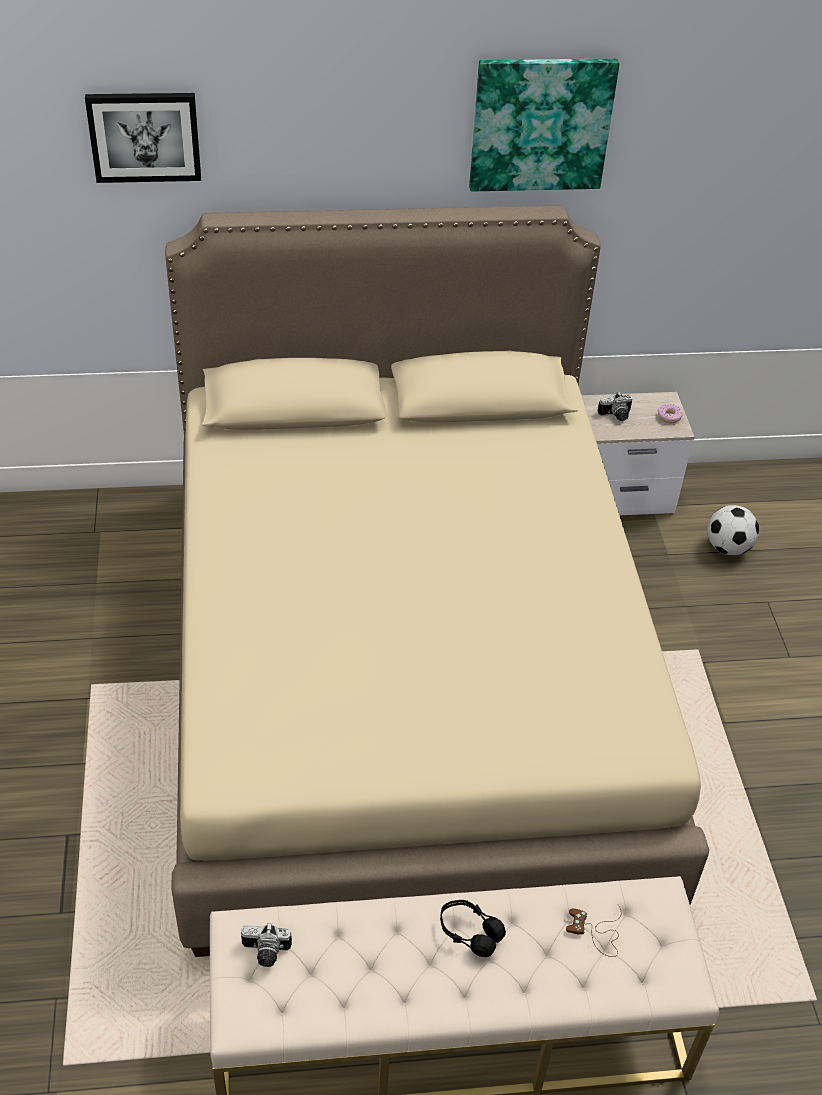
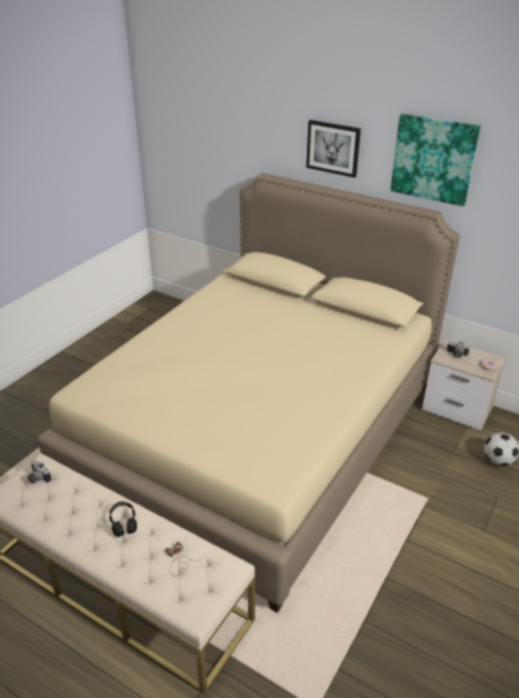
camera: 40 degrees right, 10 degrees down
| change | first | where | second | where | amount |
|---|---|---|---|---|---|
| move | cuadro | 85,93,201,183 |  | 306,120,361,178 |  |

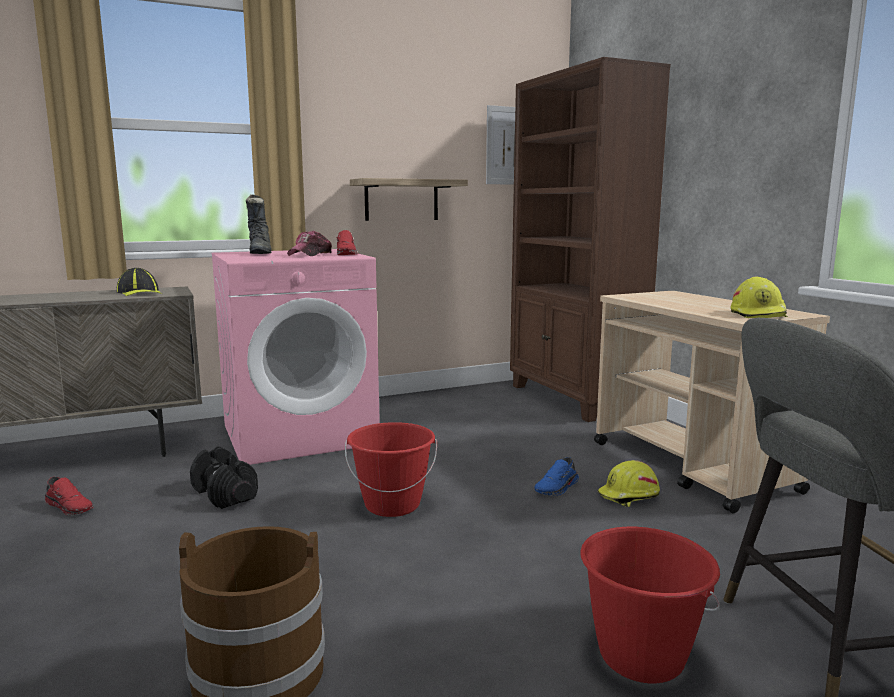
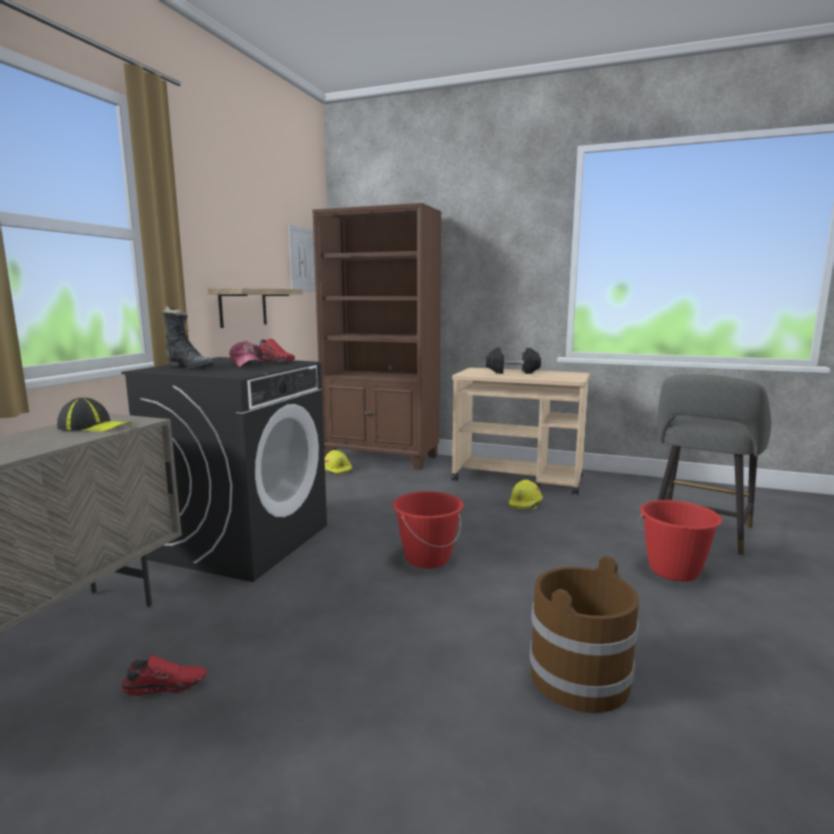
camera: 45 degrees left, 0 degrees up
| change | first | where | second | where | amount |
|---|---|---|---|---|---|
| recolor | lavadora [rosa] | 211,249,380,465 | lavadora [negro] | 121,357,327,582 |  |
| move | casco [amarillo] | 730,277,788,318 |  | 325,450,353,475 |  |
| move | mancuerna [negro] | 190,446,258,509 |  | 486,348,541,374 |  |
| delete | zapato [azul] | 534,457,579,496 |  |  |  |

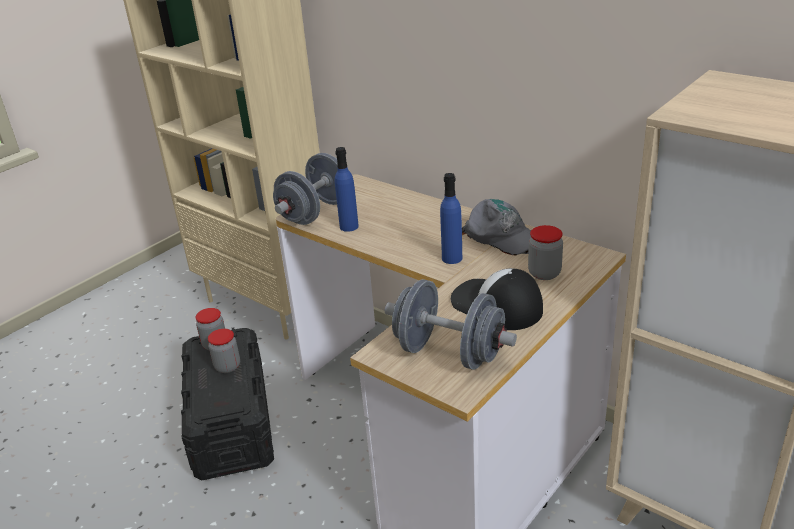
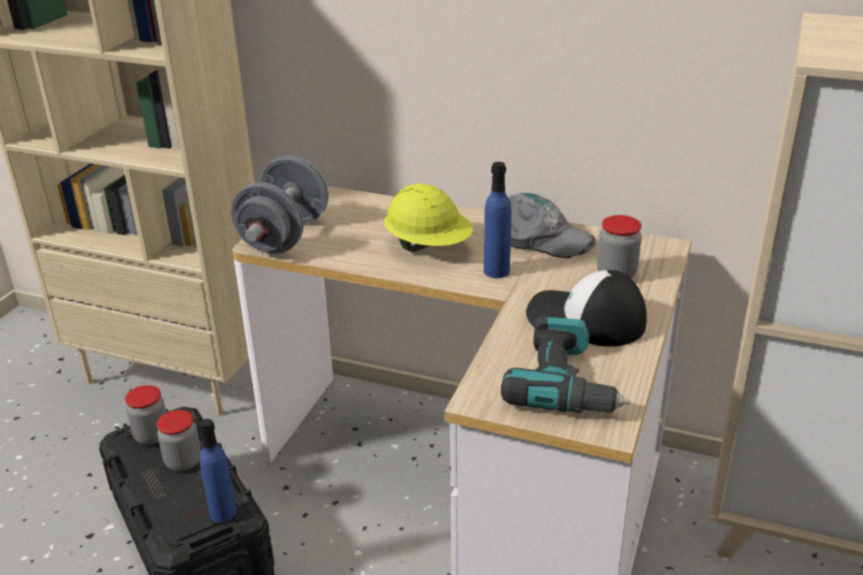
camera: 20 degrees left, 0 degrees up
| change | first | where | second | where | amount |
|---|---|---|---|---|---|
| move | botella [azul] | 335,147,359,232 |  | 199,419,236,523 |  |
| replace | mancuerna [gris] | 385,279,517,370 | taladro | 501,316,631,413 |  |
| insert |  |  | casco [amarillo] | 384,183,473,252 |  |

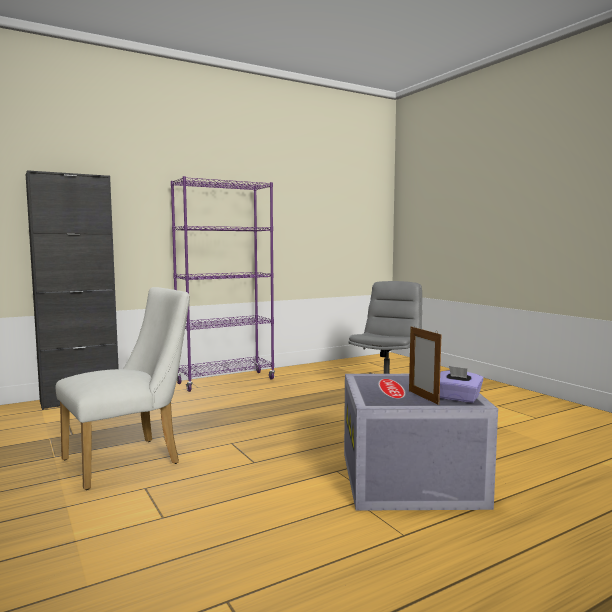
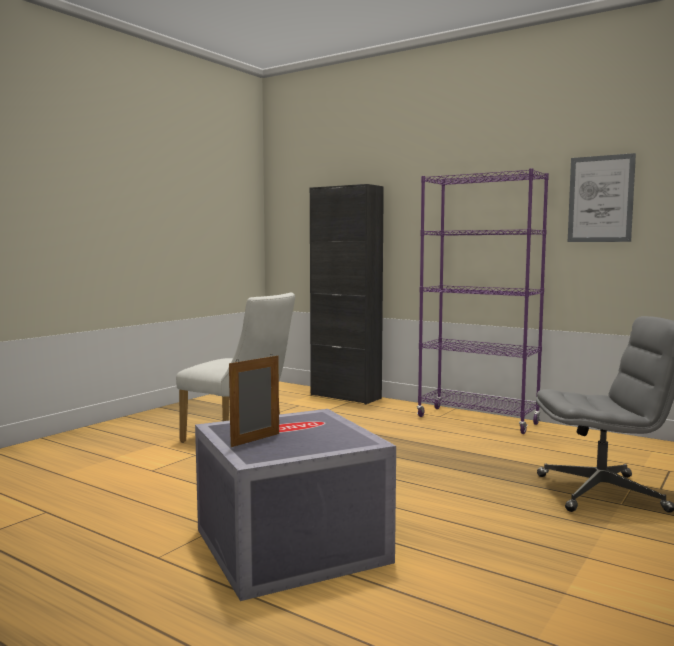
camera: 65 degrees right, 0 degrees up
| change | first | where | second | where | amount |
|---|---|---|---|---|---|
| delete | caja de pañuelos [morado] | 440,366,484,403 |  |  |  |
| insert |  |  | cuadro | 568,153,636,242 |  |

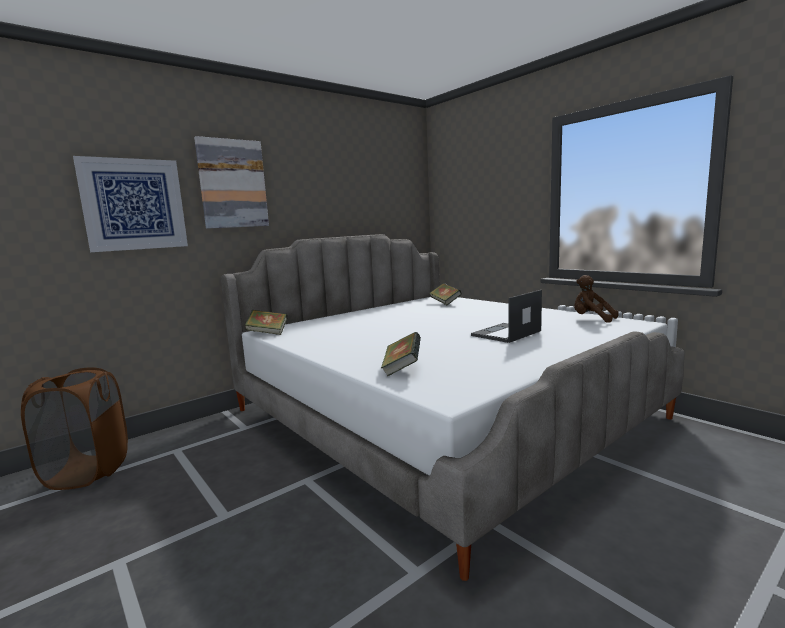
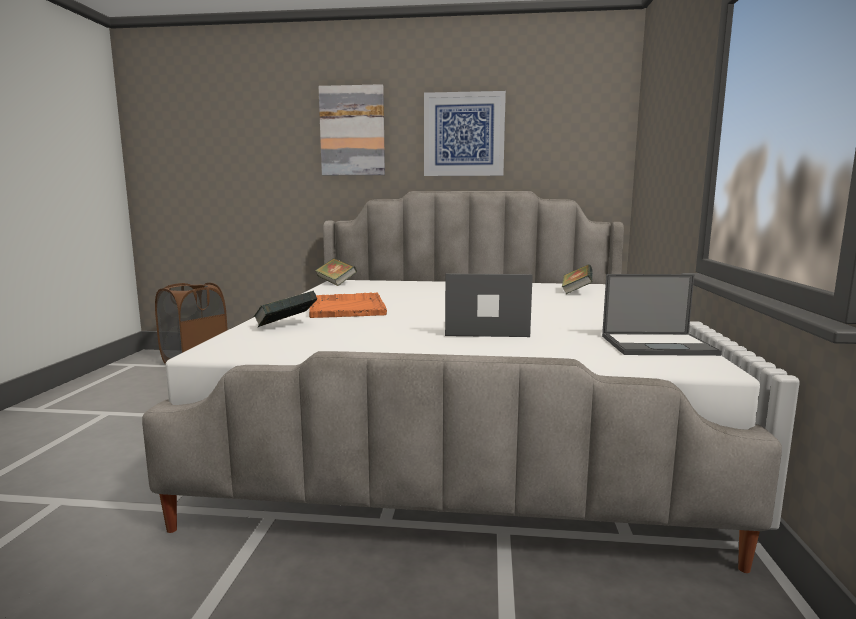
camera: 45 degrees right, 0 degrees up
| change | first | where | second | where | amount |
|---|---|---|---|---|---|
| move | cuadro | 73,156,188,252 |  | 424,91,506,176 |  |
| replace | peluche [marrón] | 574,275,619,323 | portátil | 602,274,722,356 |  |
| insert |  |  | bandeja [naranja] | 309,293,387,318 |  |

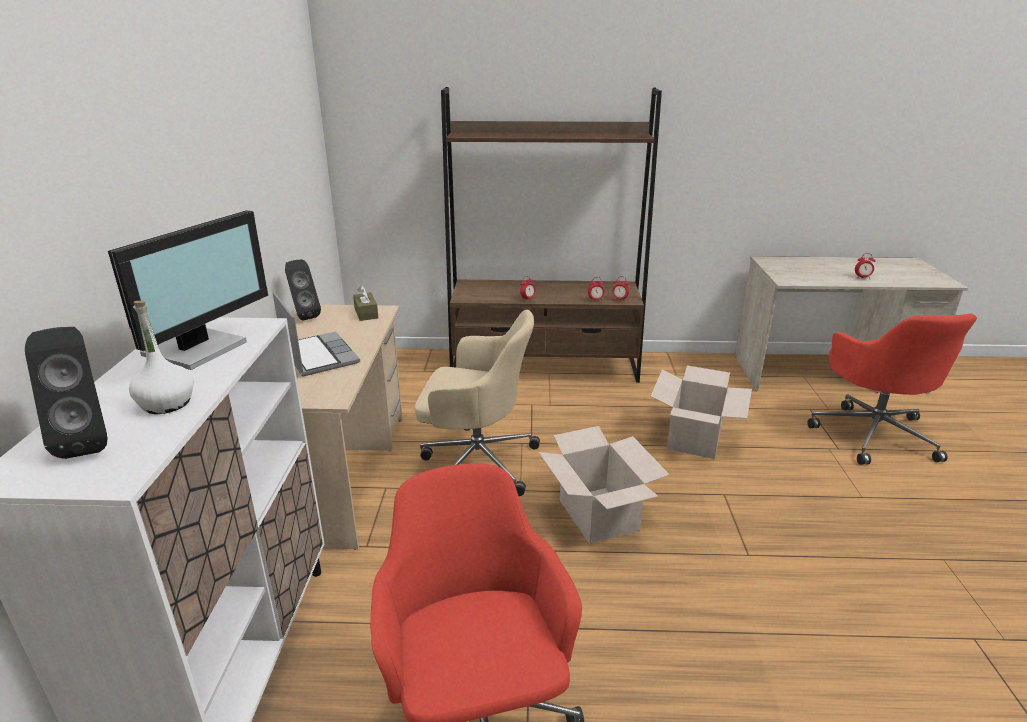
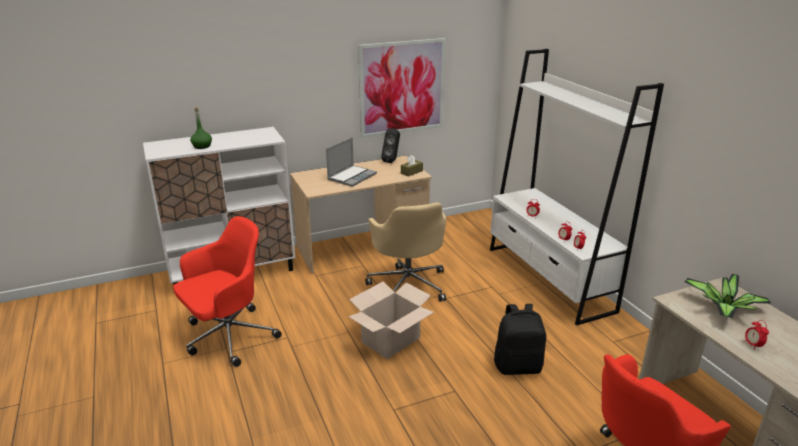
camera: 65 degrees right, 0 degrees up
| change | first | where | second | where | amount |
|---|---|---|---|---|---|
| recolor | estantería [marrón] | 441,87,662,383 | estantería [blanco] | 490,49,664,326 |  |
| delete | monitor | 108,210,268,370 |  |  |  |
| recolor | botella [blanco] | 129,301,194,414 | botella [verde] | 190,107,212,149 |  |
| delete | altavoz [negro] | 25,327,108,459 |  |  |  |
| replace | caja de cartón | 651,365,752,459 | mochila [negro] | 494,304,546,375 |  |
| insert |  |  | cuadro | 358,38,446,138 |  |
| insert |  |  | planta en maceta | 685,274,771,318 |  |

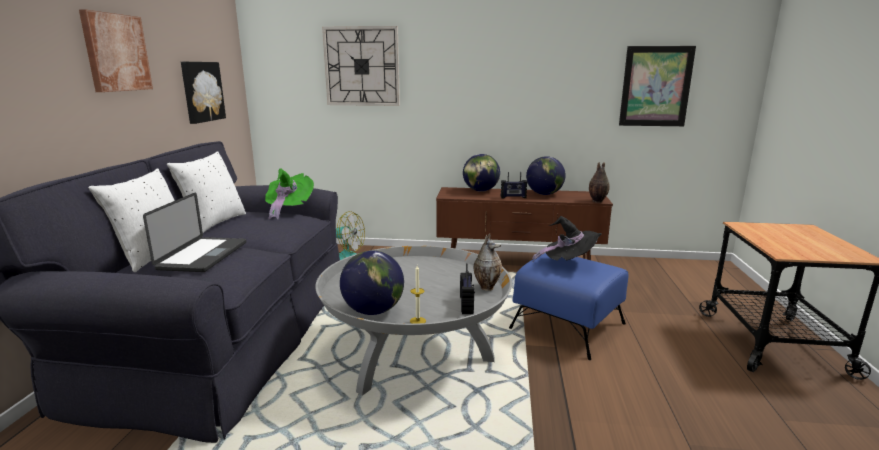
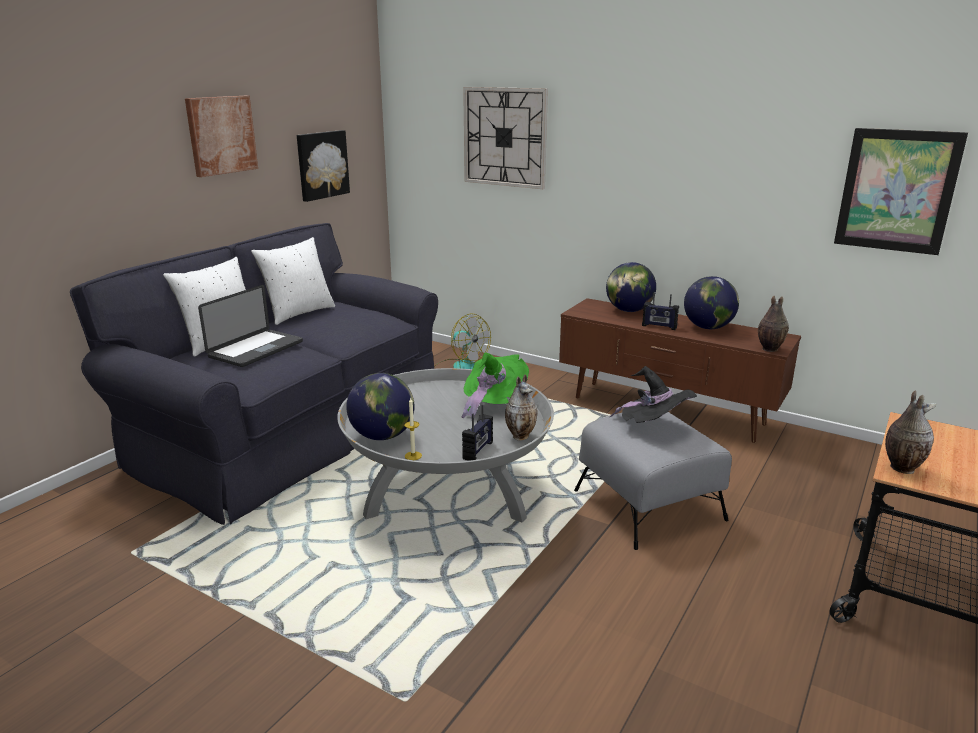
camera: 25 degrees right, 5 degrees up
| change | first | where | second | where | amount |
|---|---|---|---|---|---|
| move | sombrero [verde] | 265,168,314,220 |  | 462,352,529,420 |  |
| recolor | puf [azul] | 509,253,628,360 | puf [gris] | 574,412,732,550 |  |
| insert |  |  | florero | 885,391,936,474 |  |

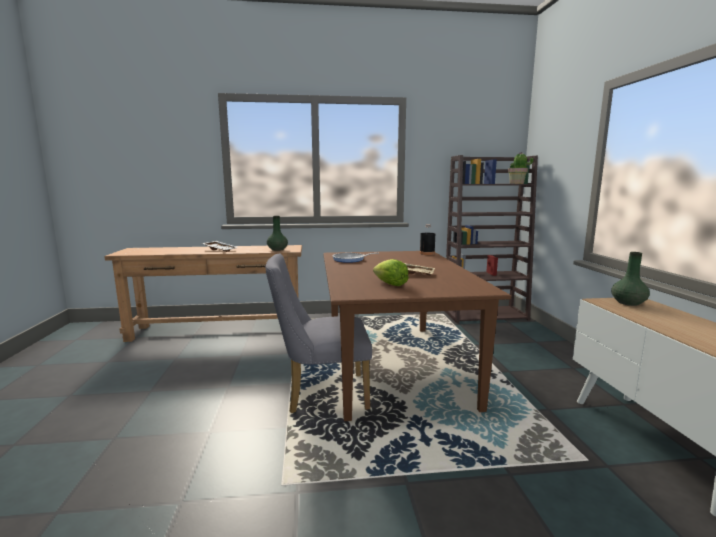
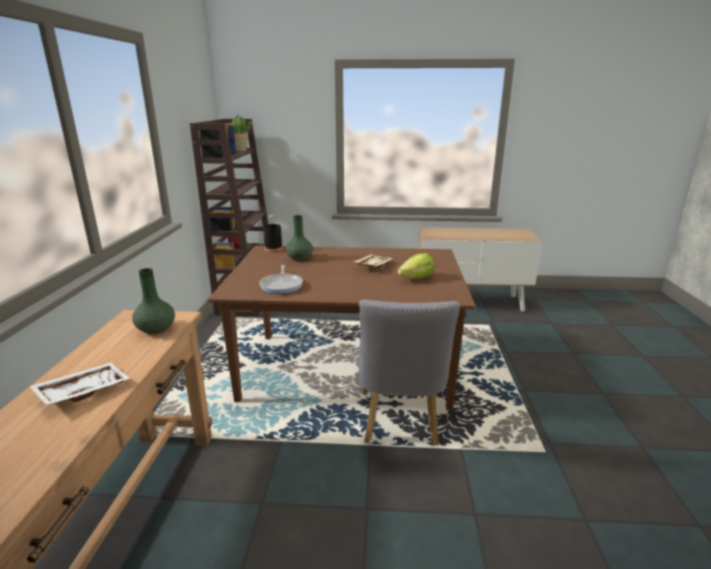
camera: 80 degrees left, 10 degrees up
| change | first | where | second | where | amount |
|---|---|---|---|---|---|
| move | florero [verde] | 611,252,650,306 |  | 286,215,313,261 |  |

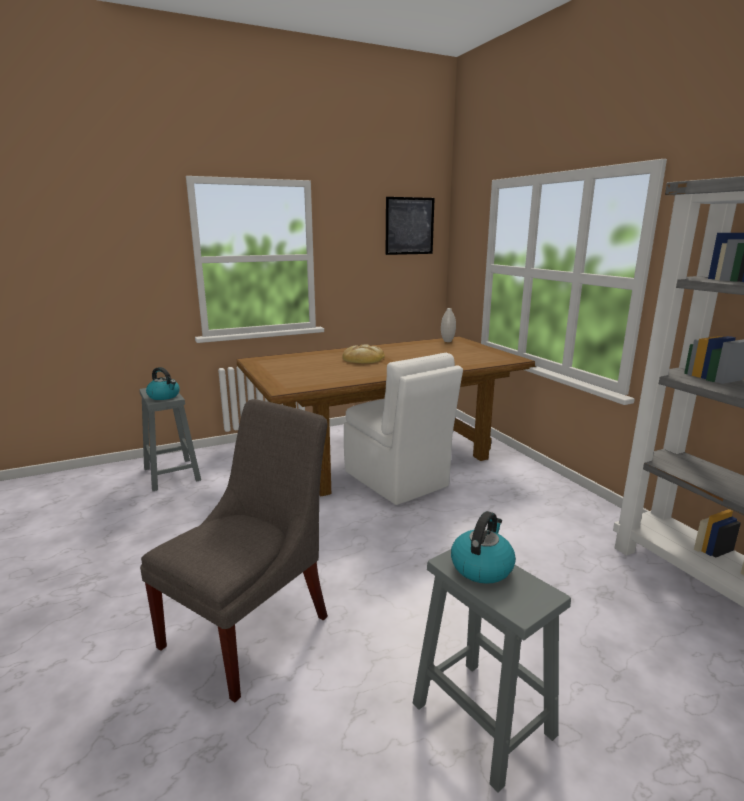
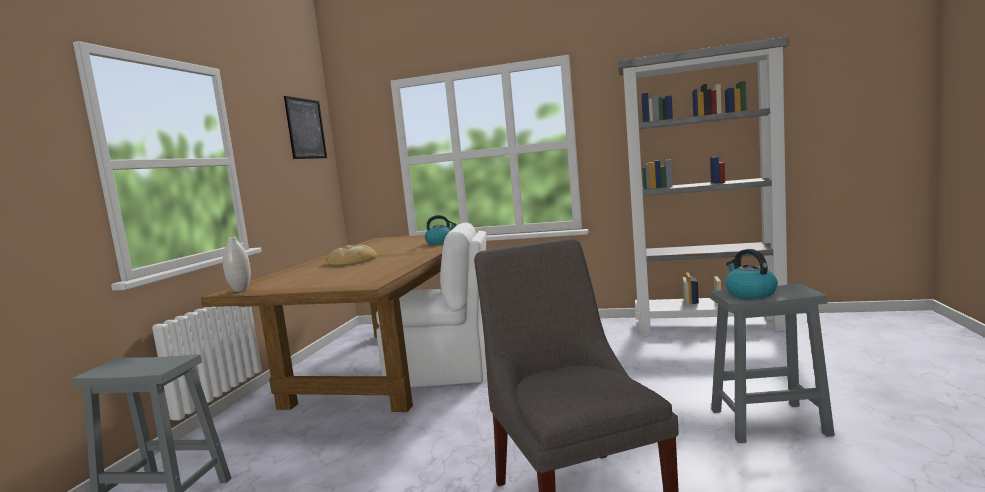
camera: 50 degrees left, 10 degrees down
| change | first | where | second | where | amount |
|---|---|---|---|---|---|
| move | florero [blanco] | 441,308,456,342 |  | 223,237,251,292 |  |
| move | hervidor | 146,367,180,400 |  | 425,215,457,245 |  |

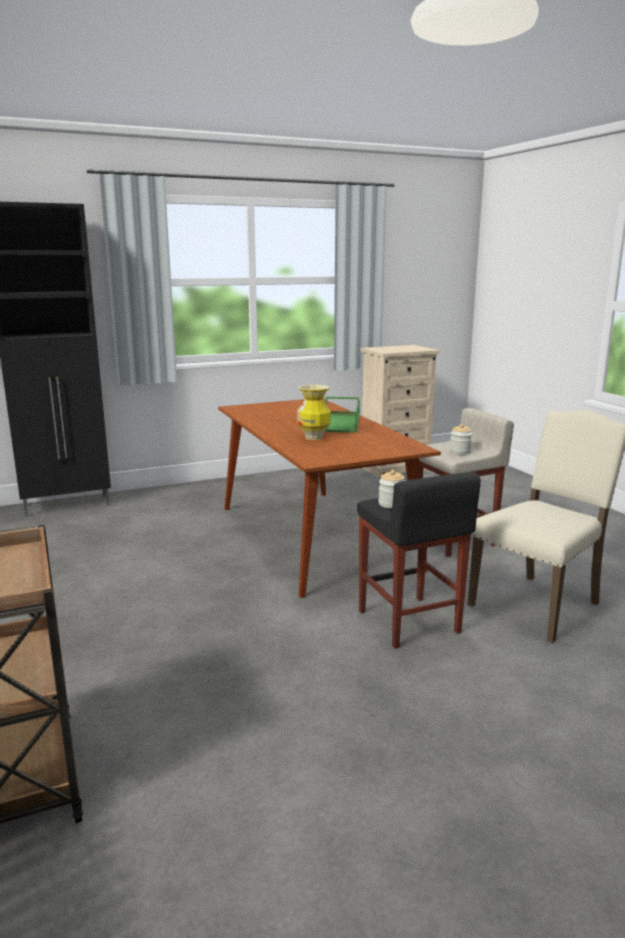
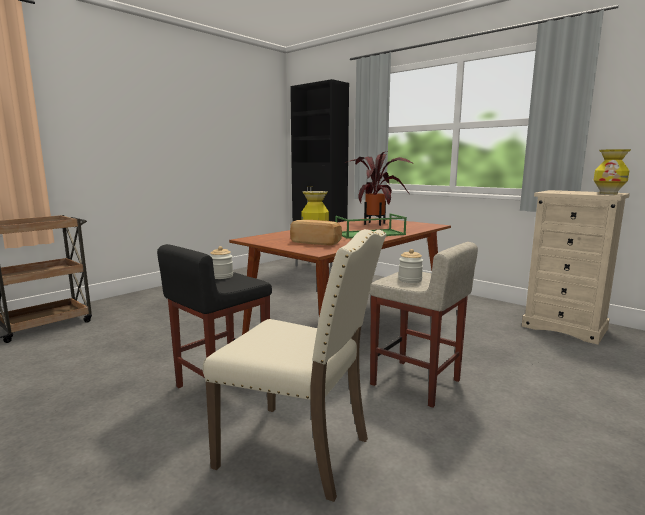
camera: 65 degrees right, 5 degrees down
| change | first | where | second | where | amount |
|---|---|---|---|---|---|
| insert |  |  | florero | 594,149,631,195 |  |
| insert |  |  | planta en maceta | 345,151,412,226 |  |
| insert |  |  | pan | 290,220,342,245 |  |

